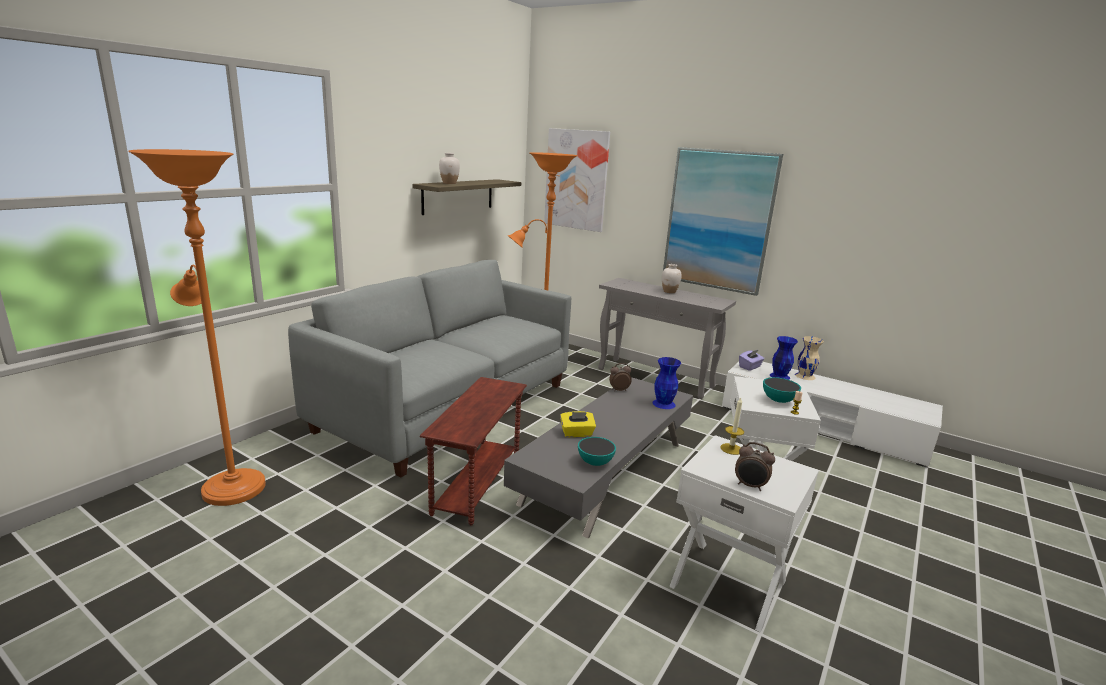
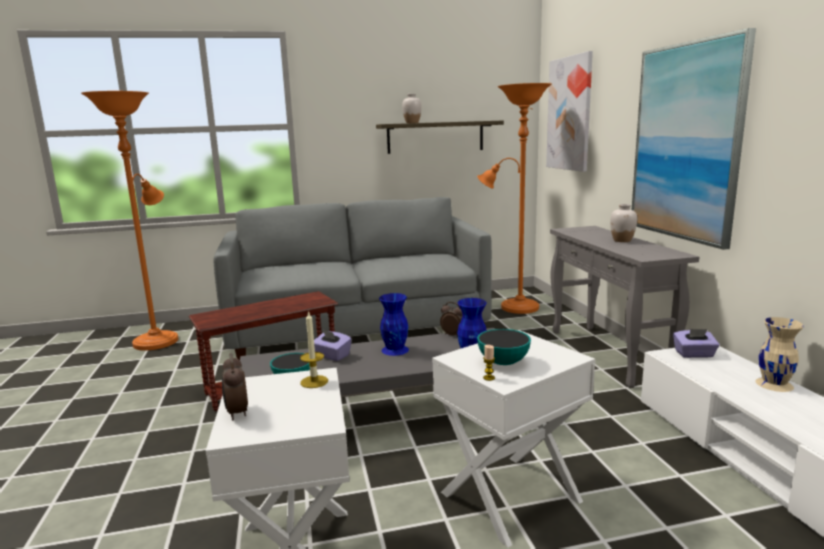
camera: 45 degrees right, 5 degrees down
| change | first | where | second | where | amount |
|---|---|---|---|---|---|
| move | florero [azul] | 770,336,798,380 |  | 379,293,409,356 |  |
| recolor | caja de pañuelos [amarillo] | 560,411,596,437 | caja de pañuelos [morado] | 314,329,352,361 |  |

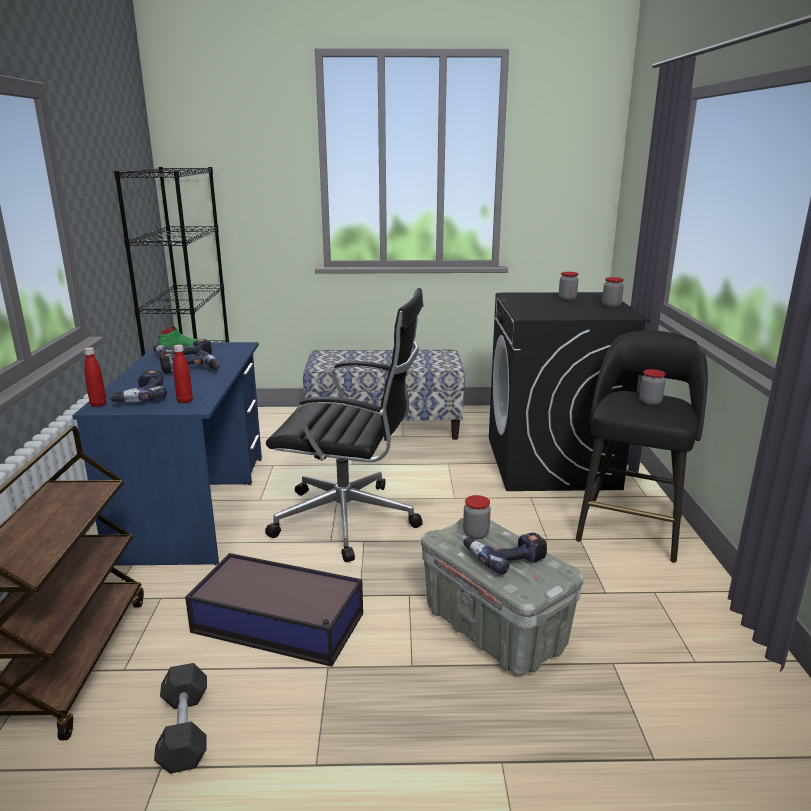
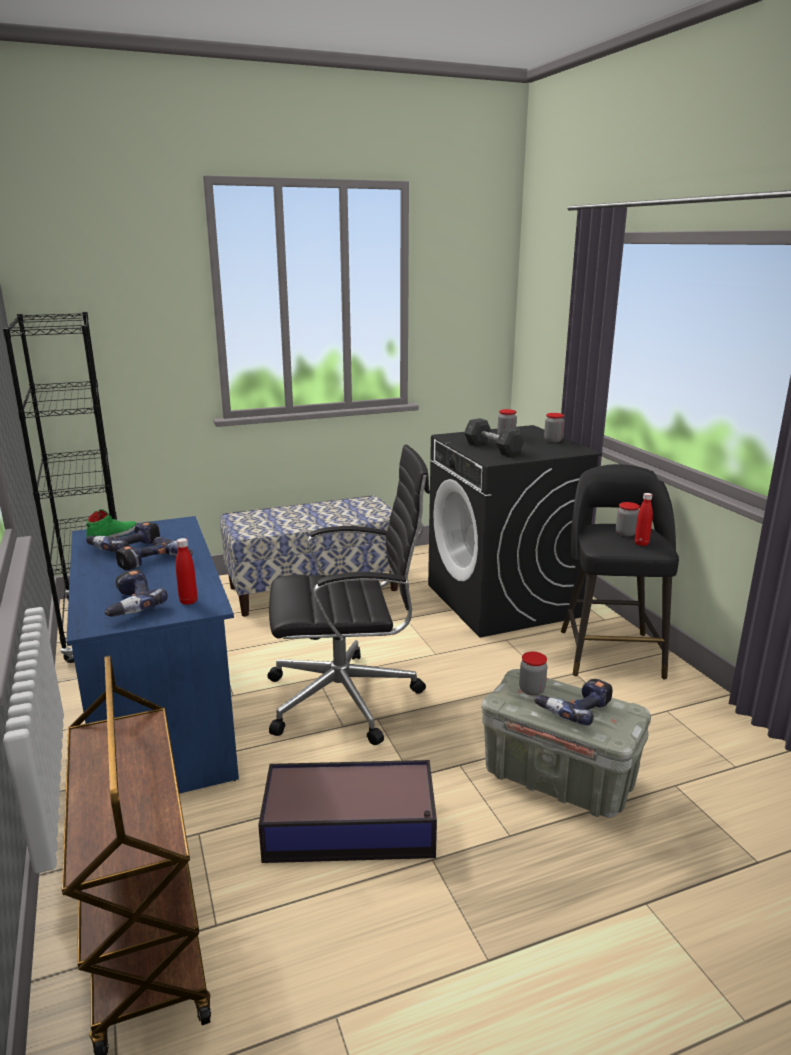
camera: 20 degrees left, 0 degrees up
| change | first | where | second | where | amount |
|---|---|---|---|---|---|
| move | botella [rojo] | 84,347,106,407 |  | 635,493,653,546 |  |
| move | mancuerna [gris] | 154,663,207,774 |  | 464,418,525,456 |  |

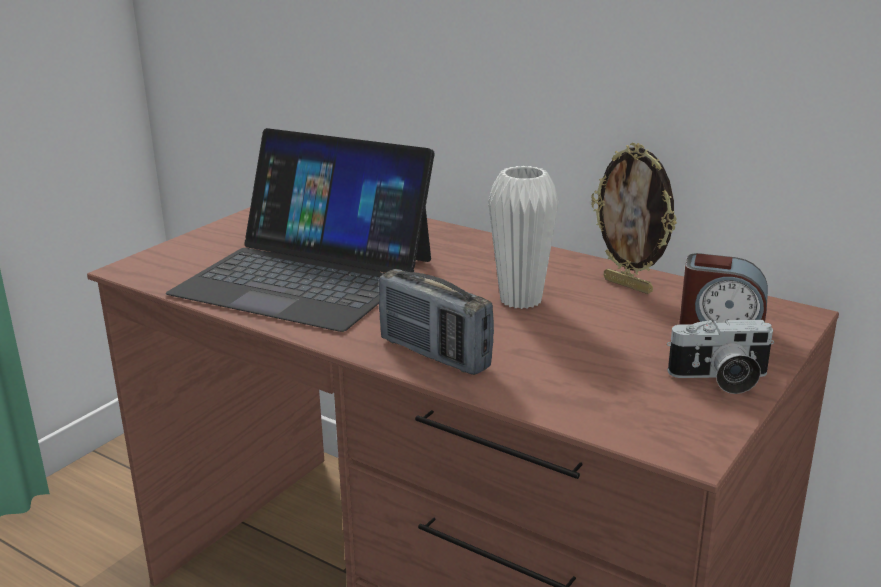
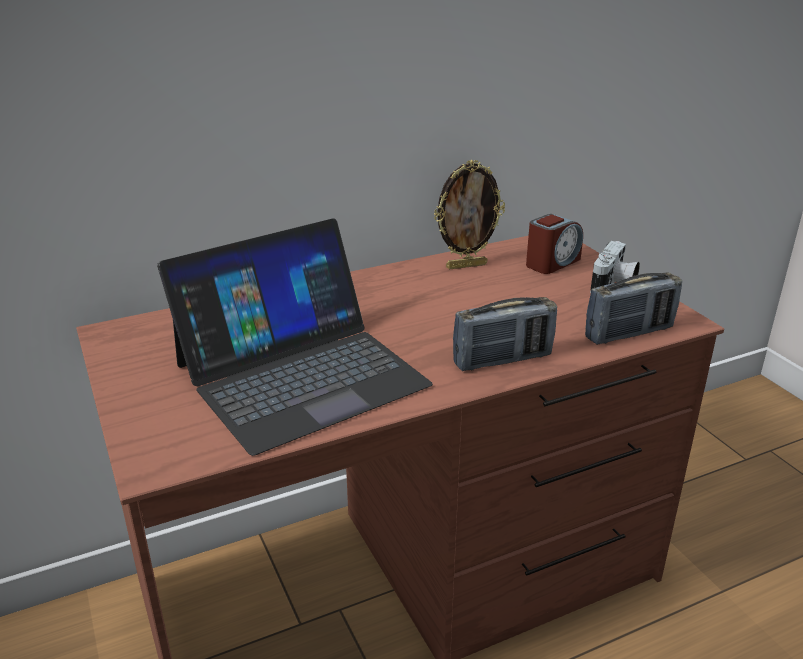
camera: 60 degrees left, 5 degrees up
| change | first | where | second | where | amount |
|---|---|---|---|---|---|
| delete | florero [blanco] | 488,166,559,309 |  |  |  |
| insert |  |  | radio | 585,272,682,345 |  |

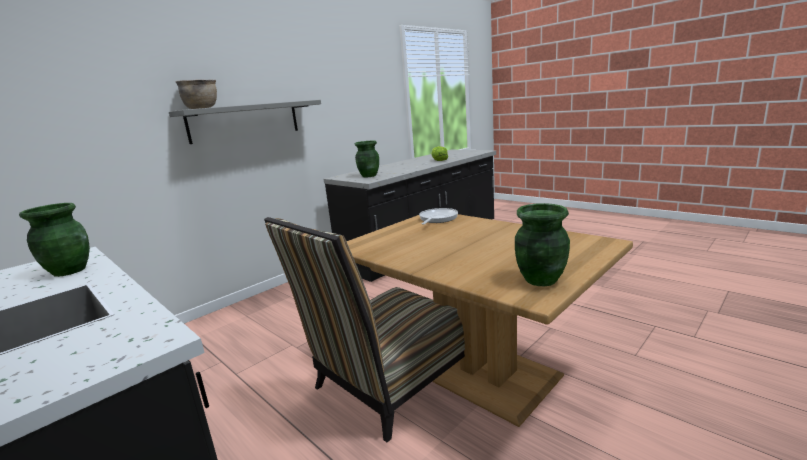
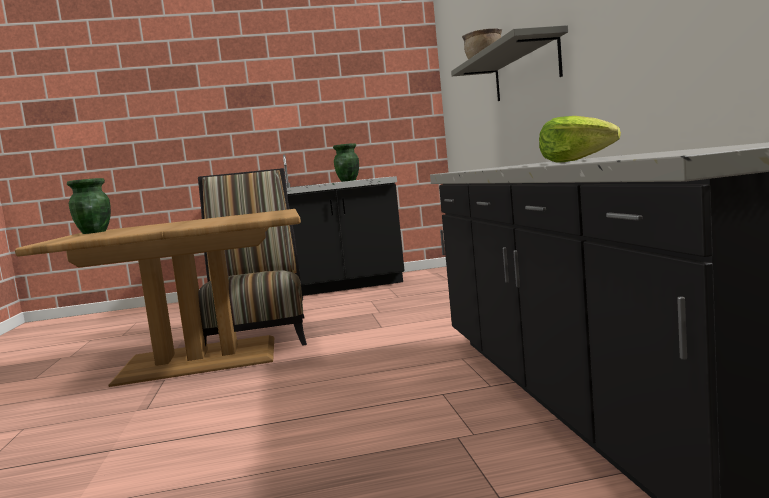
camera: 125 degrees right, 10 degrees down
| change | first | where | second | where | amount |
|---|---|---|---|---|---|
| delete | florero [verde] | 355,141,379,177 |  |  |  |
| delete | sartén | 419,208,458,225 |  |  |  |

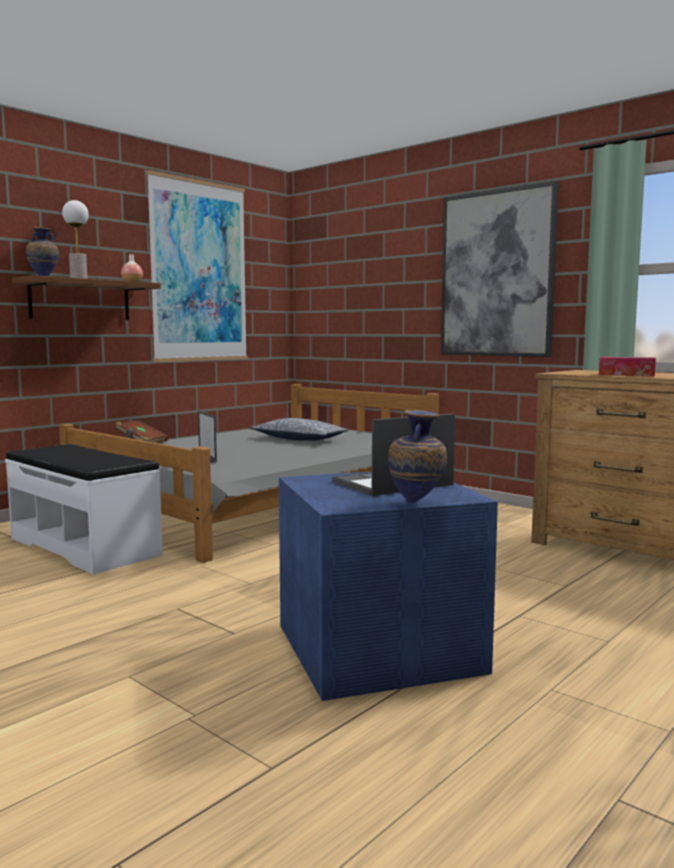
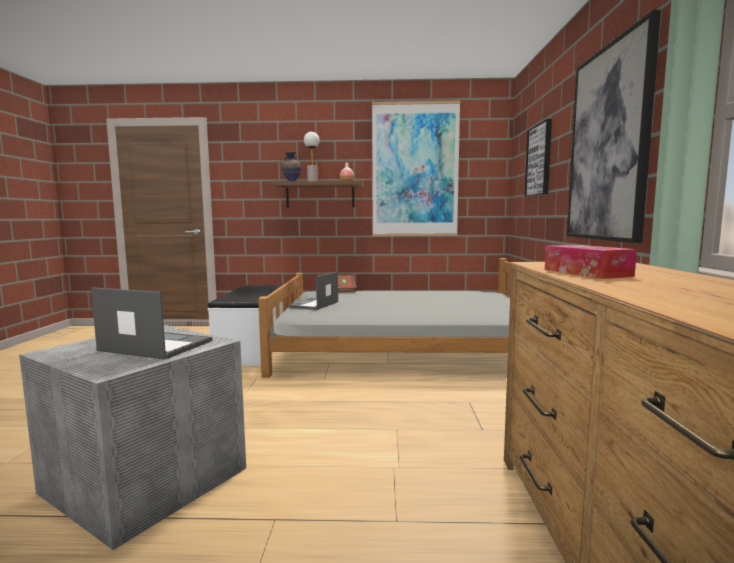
camera: 50 degrees right, 0 degrees up
| change | first | where | second | where | amount |
|---|---|---|---|---|---|
| delete | florero | 388,410,447,503 |  |  |  |
| delete | cojín | 250,418,348,441 |  |  |  |
| recolor | caja de almacenaje [azul] | 279,472,498,701 | caja de almacenaje [gris] | 19,325,246,550 |  |
| insert |  |  | cuadro | 525,119,552,197 |  |

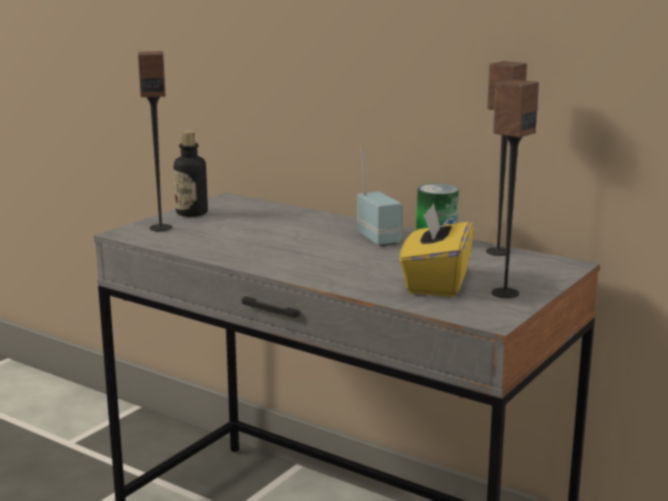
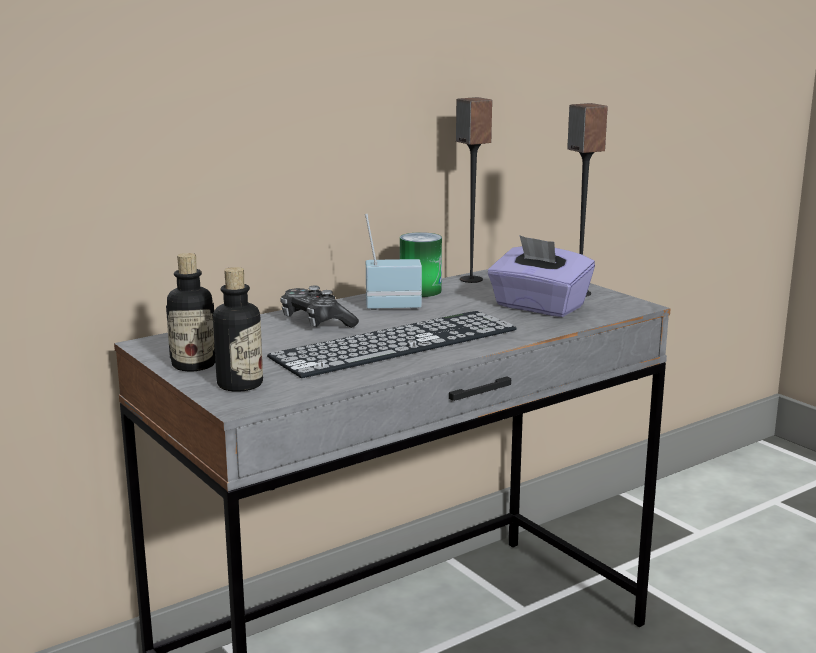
camera: 70 degrees left, 0 degrees up
| change | first | where | second | where | amount |
|---|---|---|---|---|---|
| replace | altavoz | 138,51,172,231 | botella | 213,267,263,392 |  |
| recolor | caja de pañuelos [amarillo] | 399,203,474,297 | caja de pañuelos [morado] | 488,235,595,317 |  |
| insert |  |  | mando de consola | 280,286,359,328 |  |
| insert |  |  | teclado | 267,311,517,378 |  |

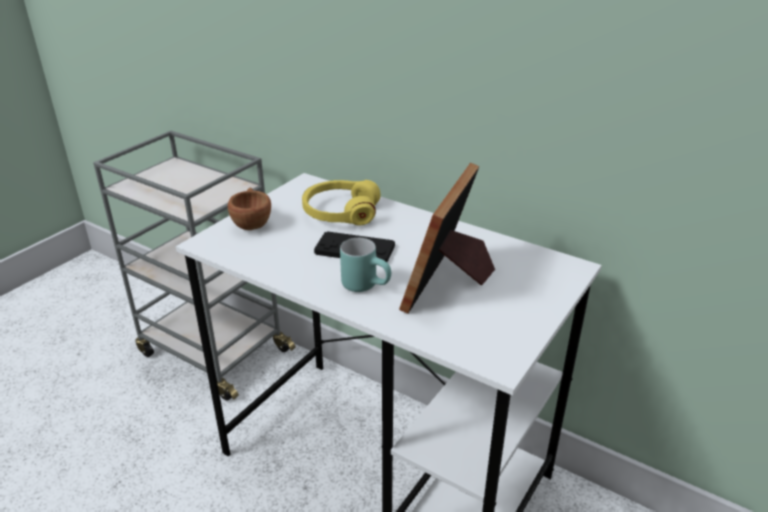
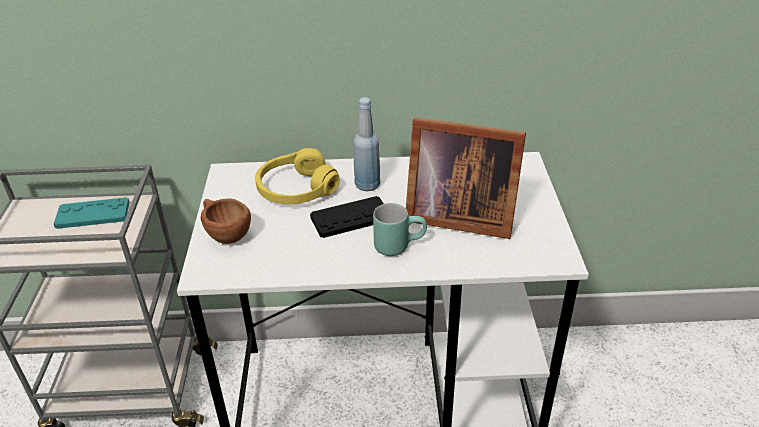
camera: 35 degrees left, 5 degrees up
| change | first | where | second | where | amount |
|---|---|---|---|---|---|
| rotate | portarretratos | 399,163,495,314 |  | 406,117,526,239 | 60 degrees counterclockwise |
| insert |  |  | botella [azul] | 353,97,380,191 |  |
| insert |  |  | mando de consola [turquesa] | 54,197,129,229 |  |

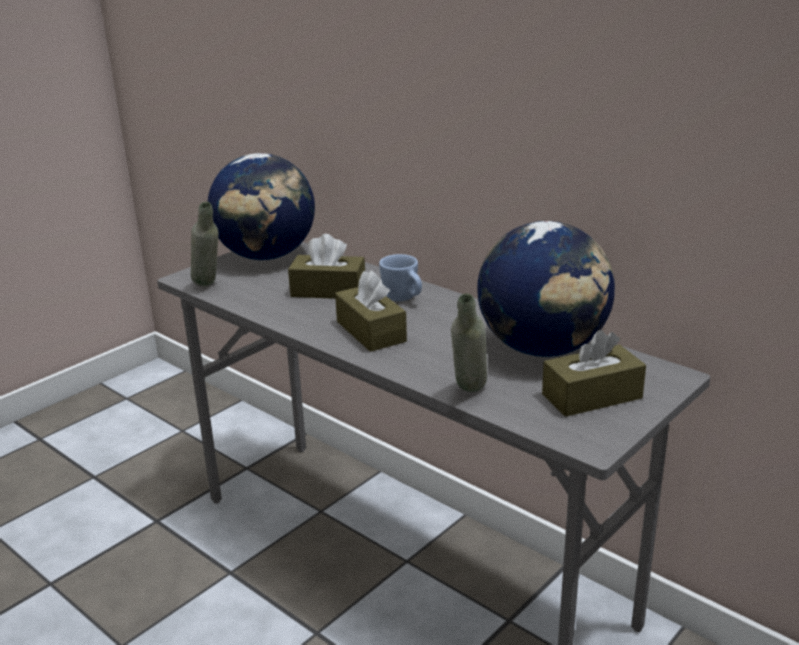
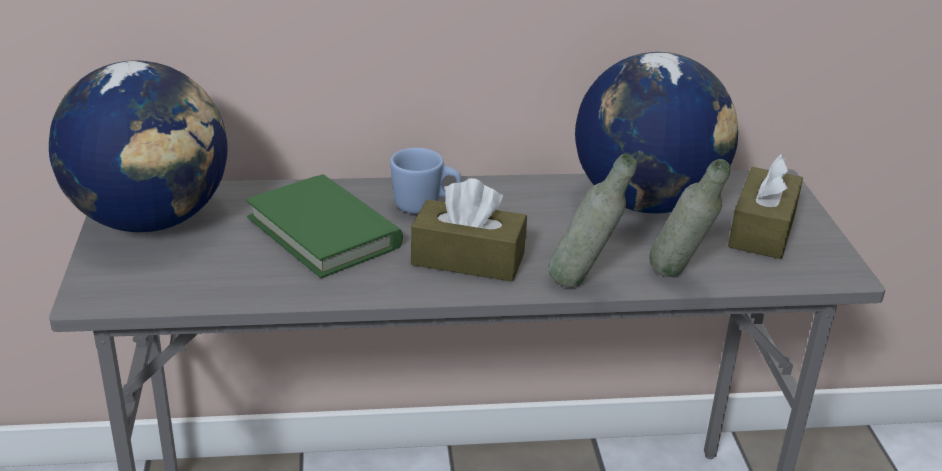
camera: 50 degrees left, 5 degrees up
| change | first | where | second | where | amount |
|---|---|---|---|---|---|
| move | botella [gris] | 191,202,218,286 |  | 548,154,637,288 |  |
| replace | caja de pañuelos [marrón] | 288,234,365,299 | libro [verde] | 246,174,403,278 |  |

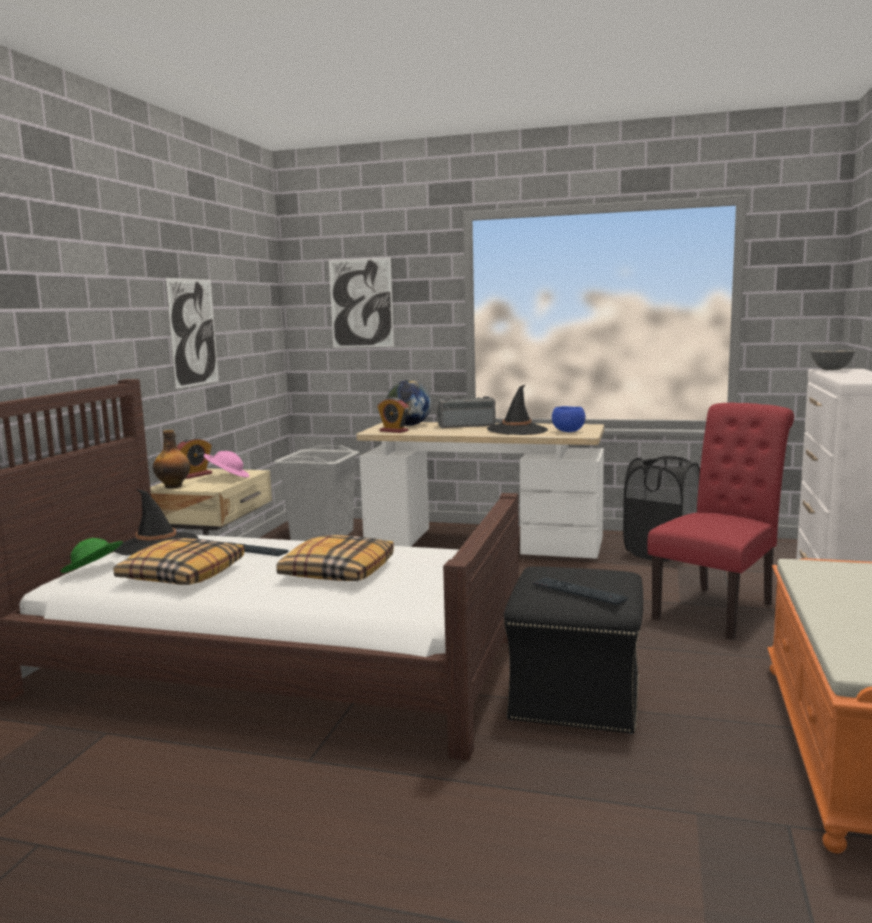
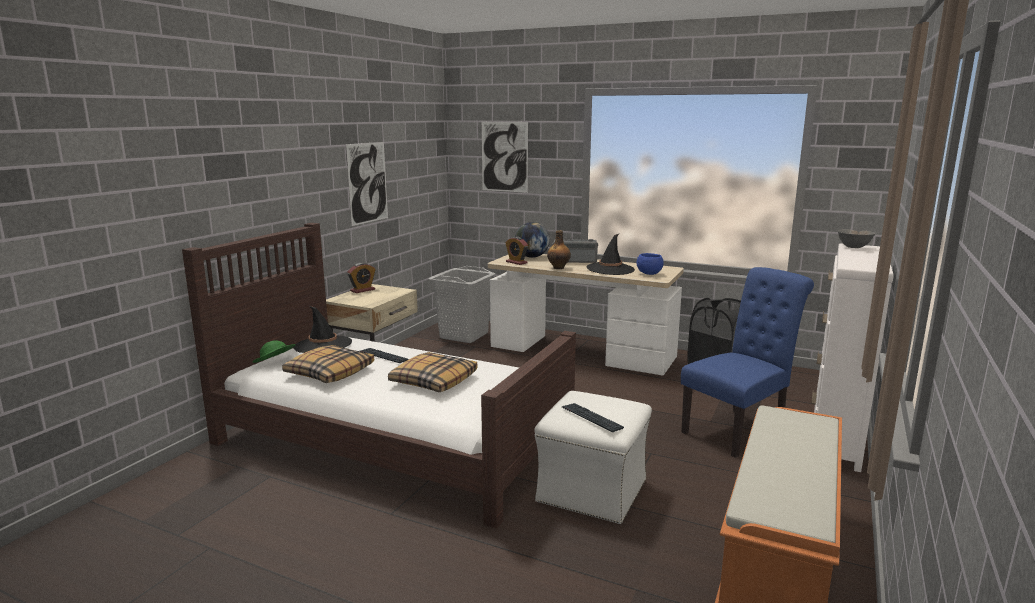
camera: 10 degrees right, 5 degrees up
| change | first | where | second | where | amount |
|---|---|---|---|---|---|
| recolor | silla [rojo] | 647,403,794,640 | silla [azul] | 681,267,814,458 |  |
| move | botella | 153,430,190,489 |  | 547,230,571,269 |  |
| delete | sombrero [rosa] | 204,451,250,478 |  |  |  |
| recolor | puf [negro] | 504,567,643,734 | puf [blanco] | 534,391,652,524 |  |

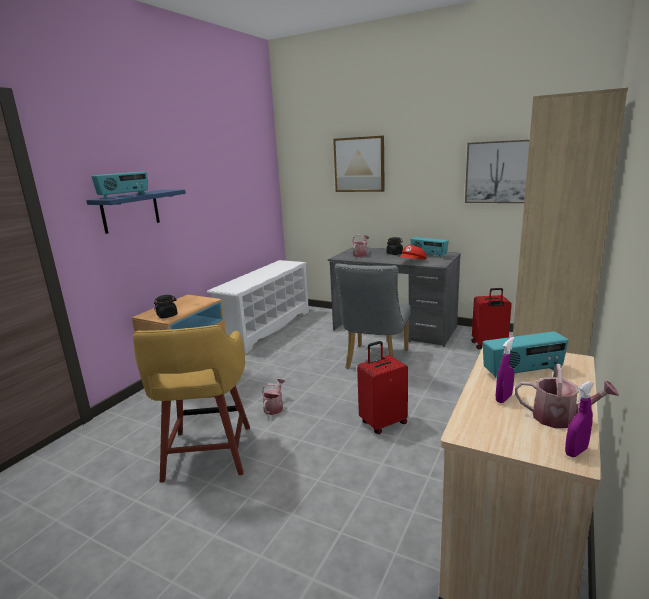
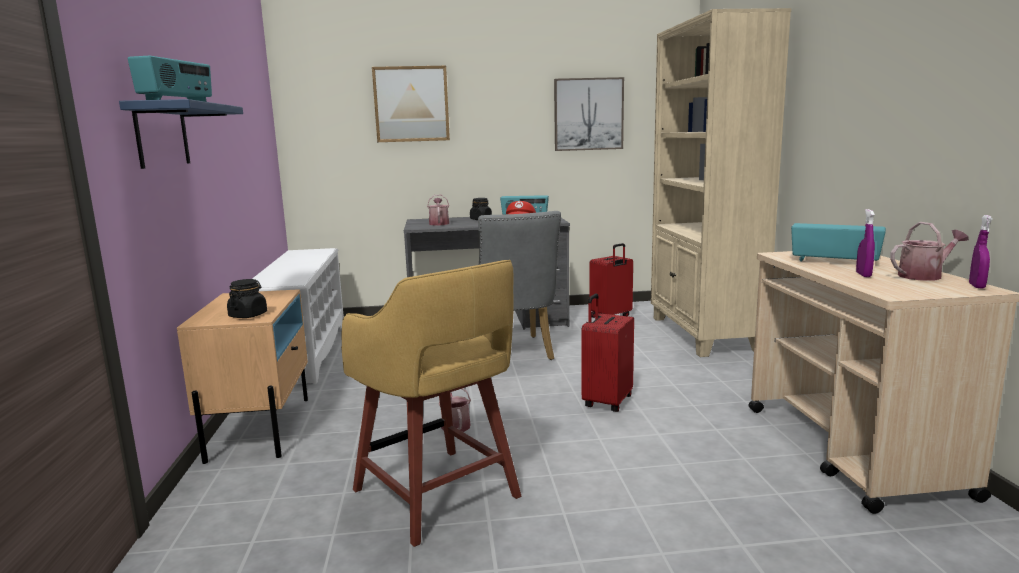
camera: 35 degrees left, 5 degrees down
| change | first | where | second | where | amount |
|---|---|---|---|---|---|
| rotate | radio | 483,331,569,379 |  | 791,223,886,261 | 105 degrees counterclockwise |

